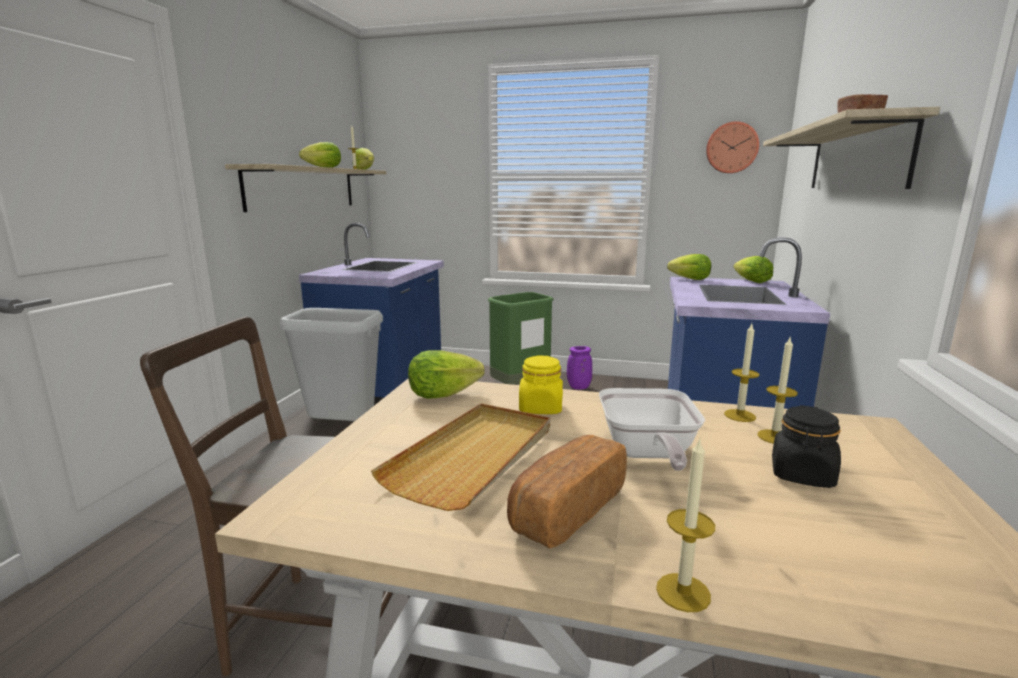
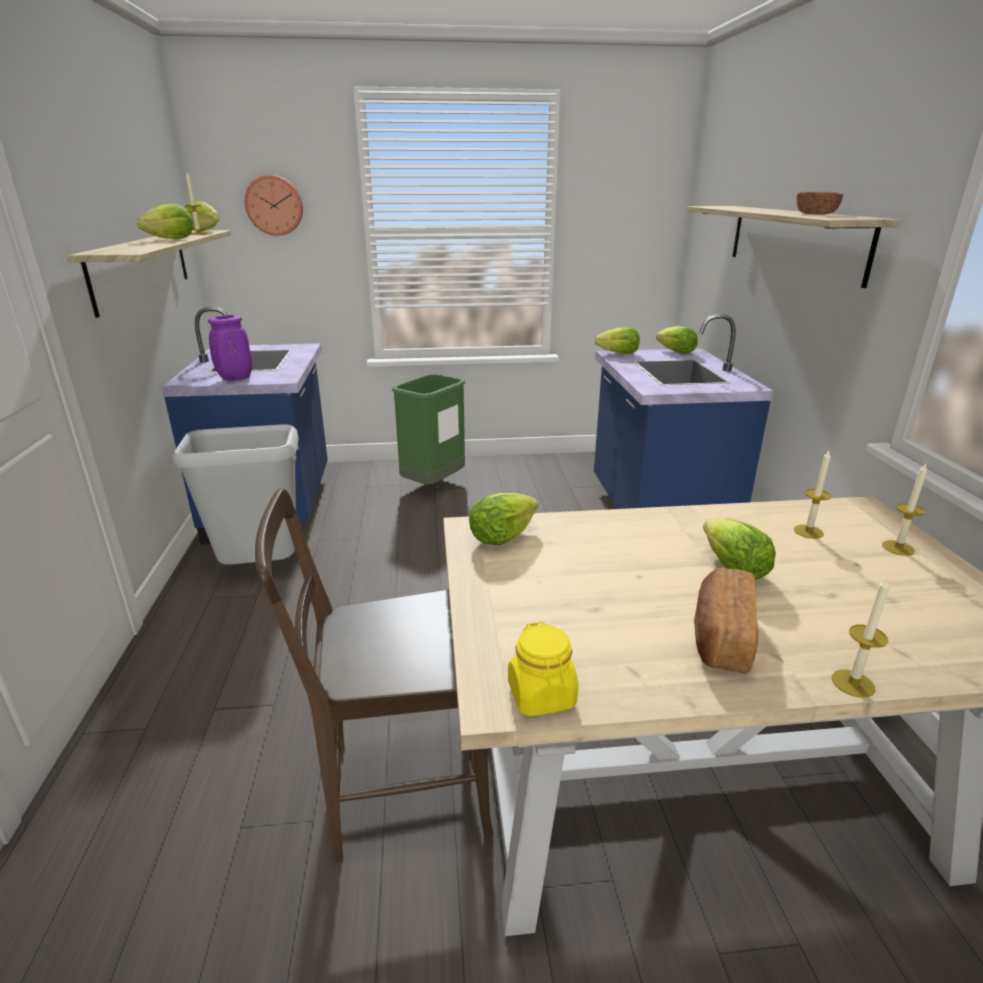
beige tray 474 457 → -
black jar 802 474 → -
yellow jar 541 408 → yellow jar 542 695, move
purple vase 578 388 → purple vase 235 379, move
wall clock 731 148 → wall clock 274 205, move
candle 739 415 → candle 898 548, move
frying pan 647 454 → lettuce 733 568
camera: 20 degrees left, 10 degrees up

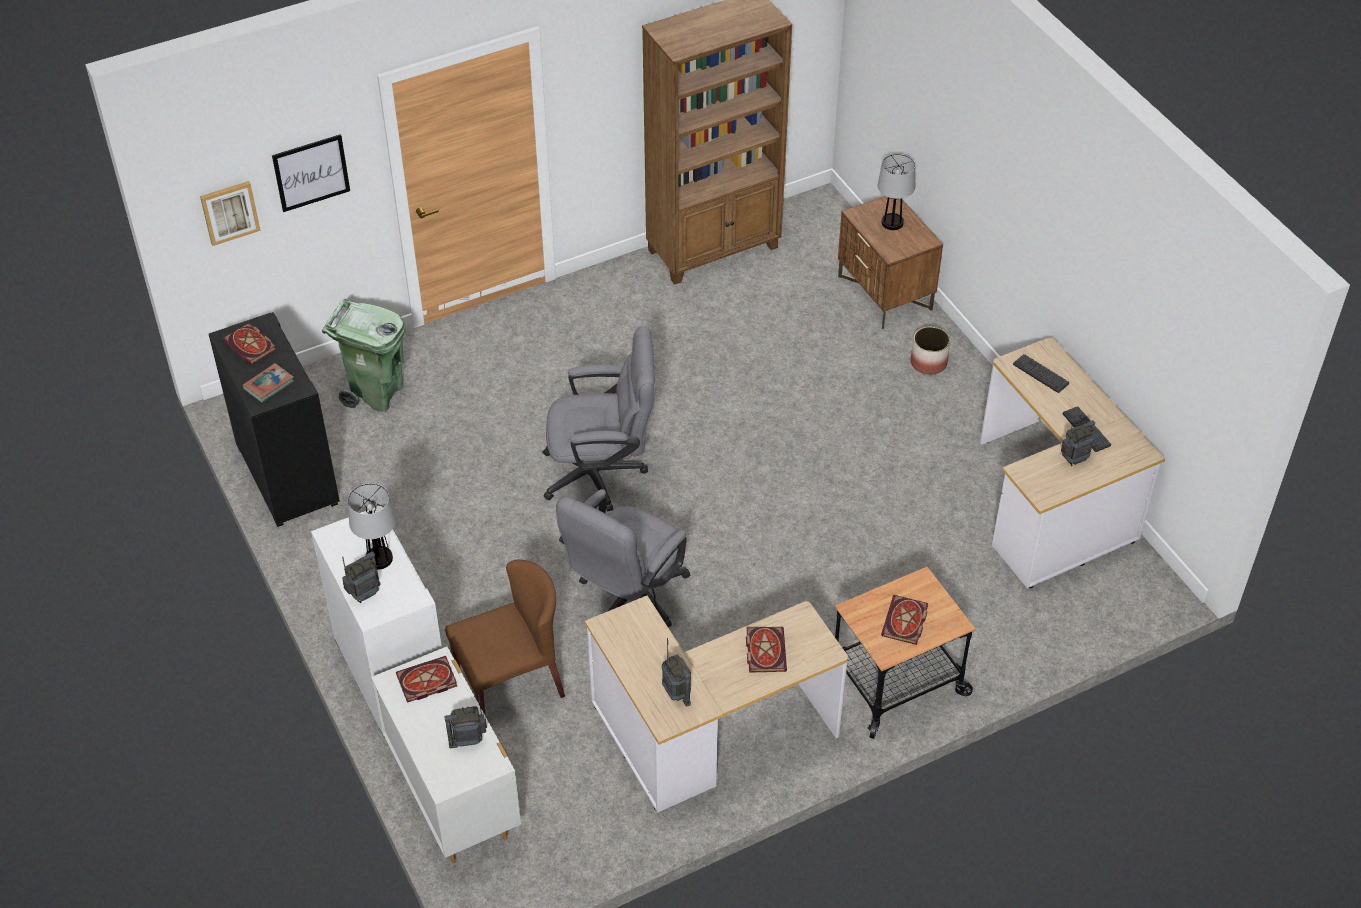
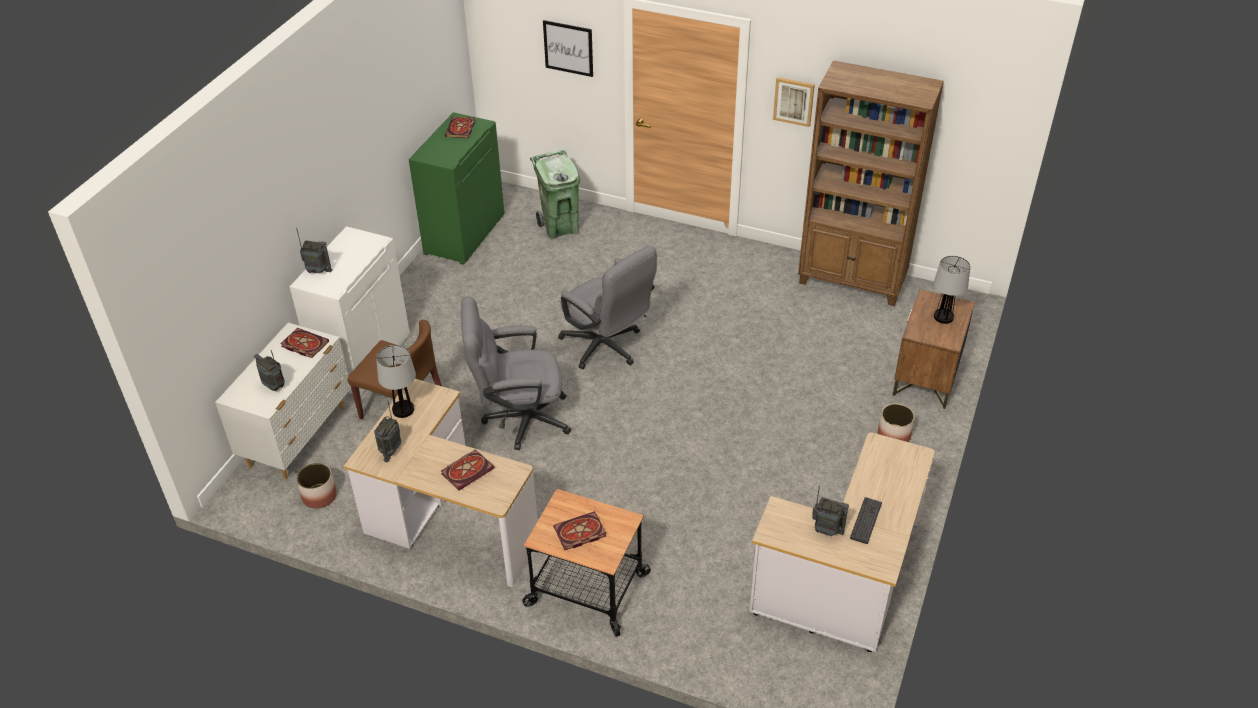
book 268 385 → -
keyboard 1040 374 → -
- → planter 319 496
picture 229 212 → picture 793 101, move
table lamp 379 558 → table lamp 403 410, move
black cabinet 285 473 → green cabinet 464 234
camera: 50 degrees right, 5 degrees down

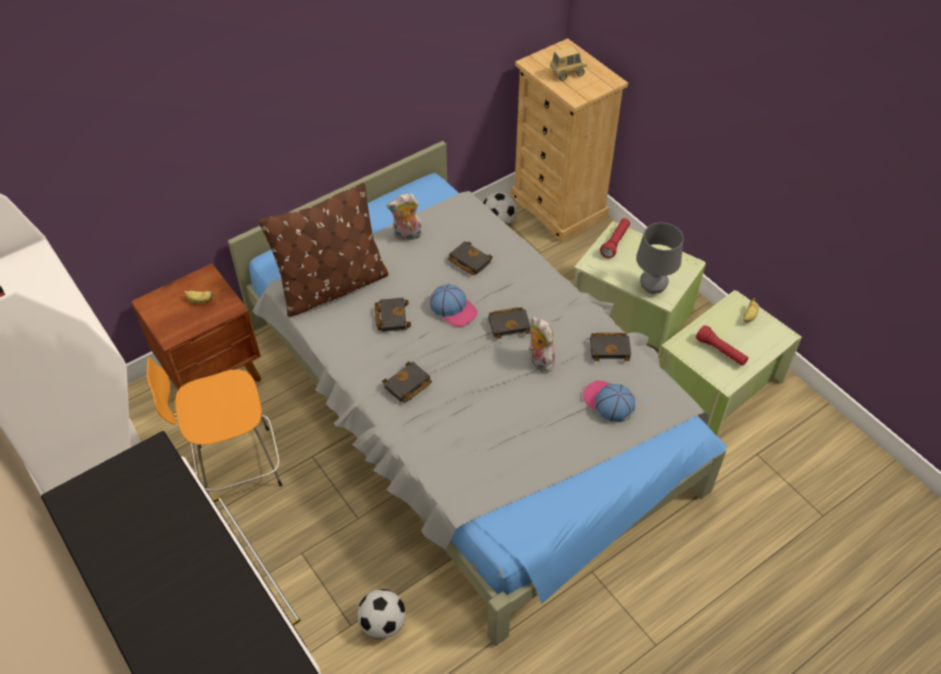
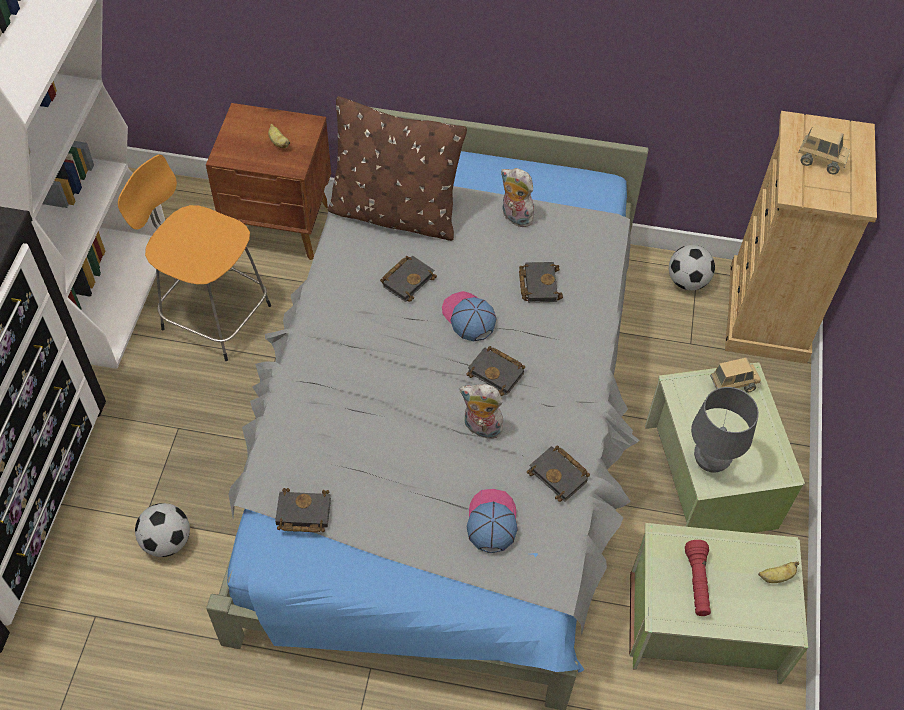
black book 407 386 → black book 302 514, move
red flashlight 615 242 → toy truck 732 386
cap 453 309 → cap 468 317, 150 degrees clockwise
plush toy 539 361 → plush toy 481 429, 90 degrees counterclockwise
camera: 45 degrees right, 5 degrees up

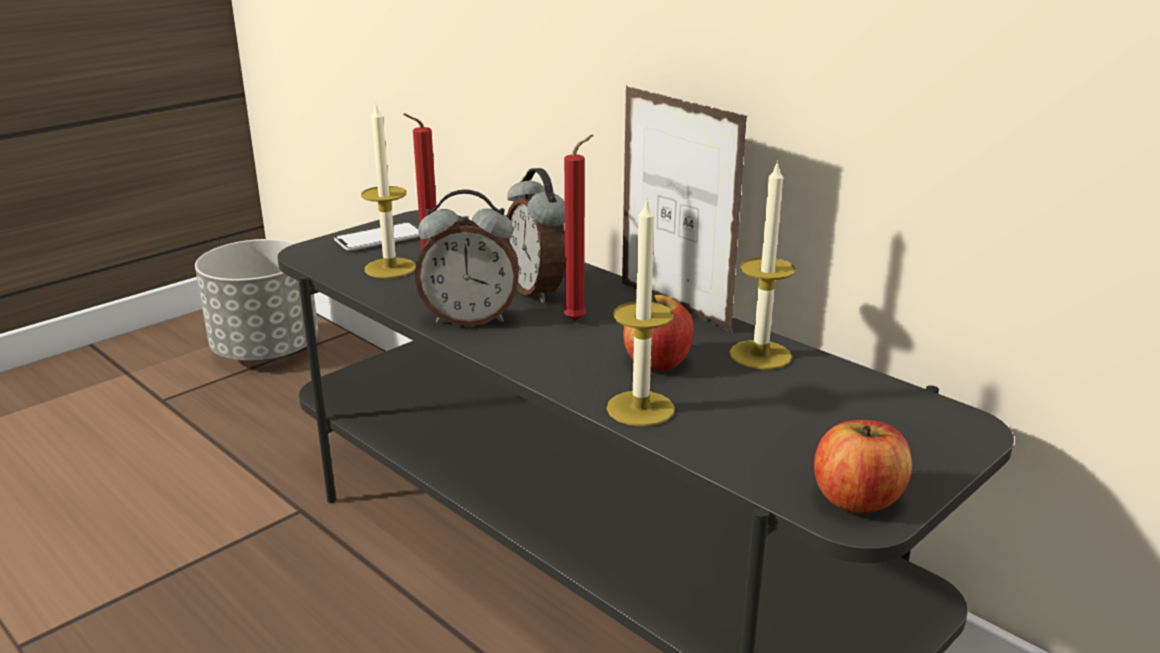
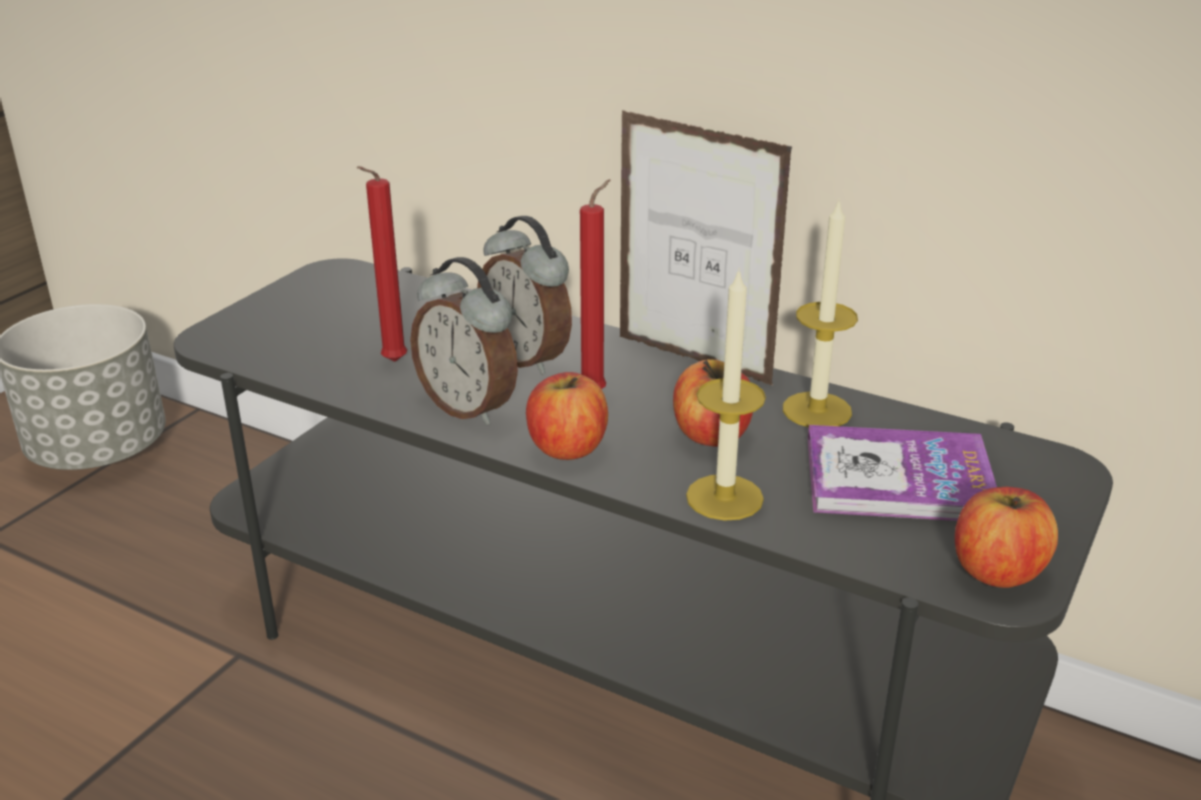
phone 379 239 → -
candle 390 268 → -
- → apple 567 447
- → book 898 479
alarm clock 470 319 → alarm clock 469 407, 60 degrees clockwise
camera: 15 degrees left, 5 degrees up

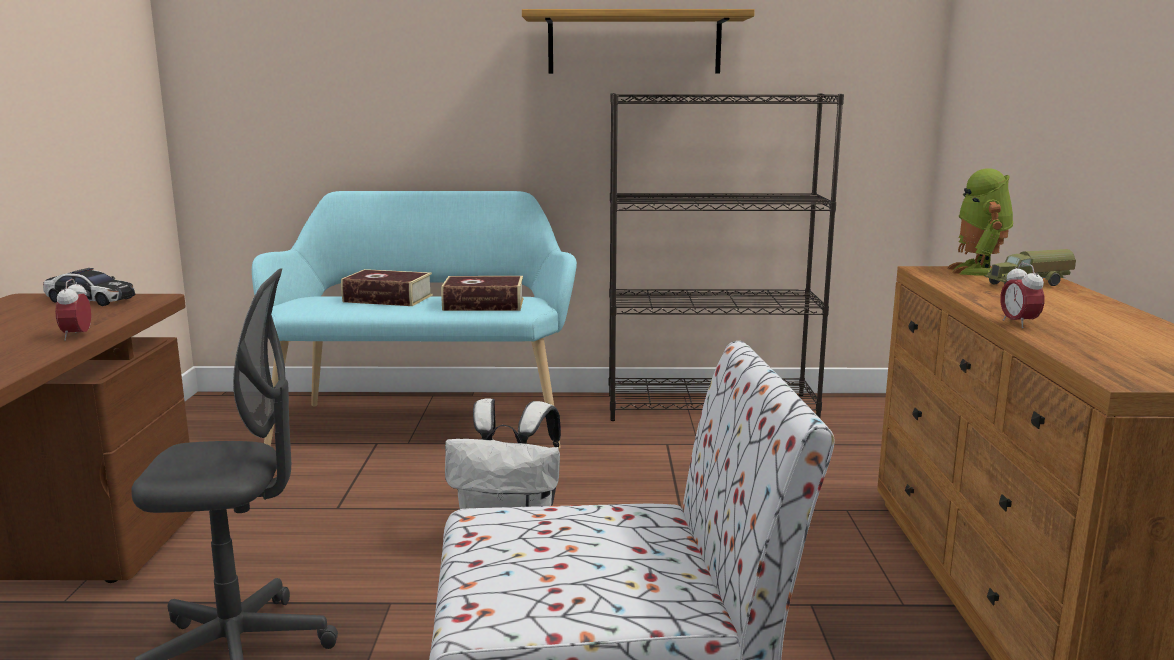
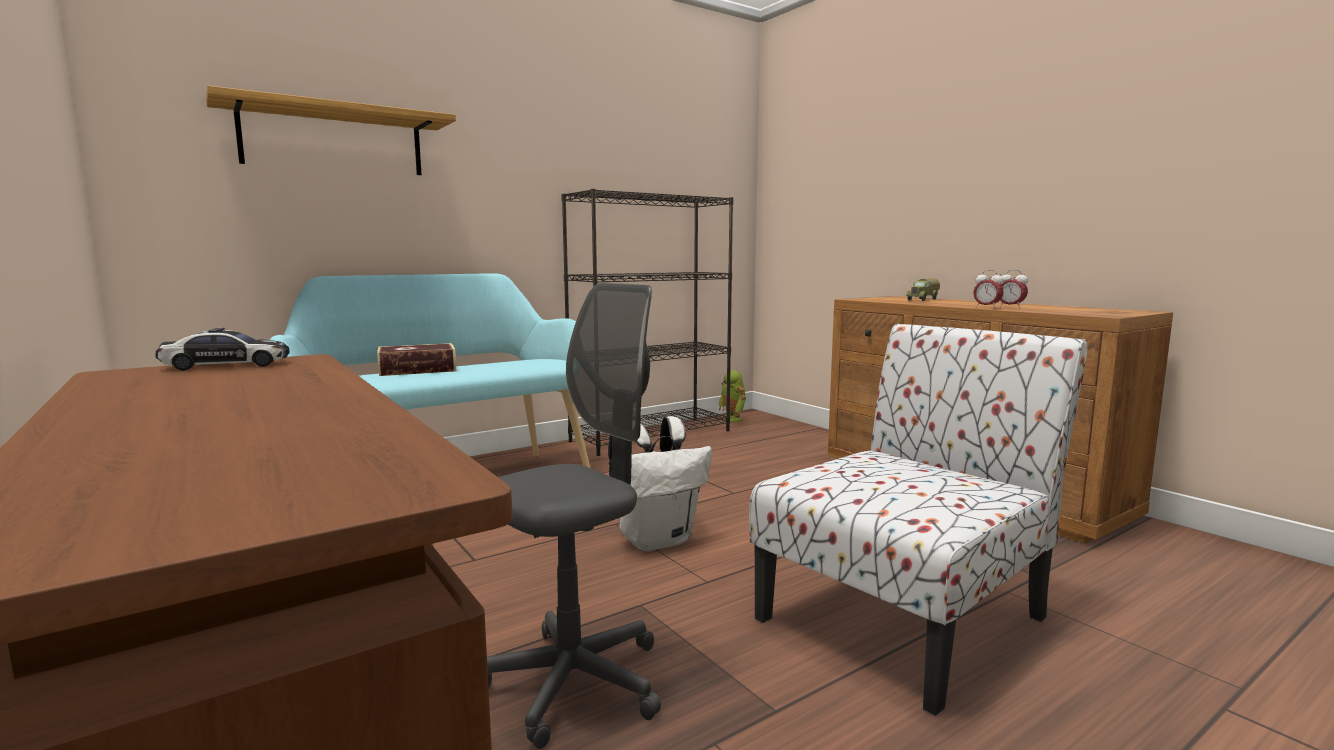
book 483 304 → -
alarm clock 77 336 → alarm clock 1011 307, move
shelf 634 44 → shelf 334 141, move
toy robot 978 271 → toy robot 732 419, move
camera: 35 degrees left, 5 degrees down

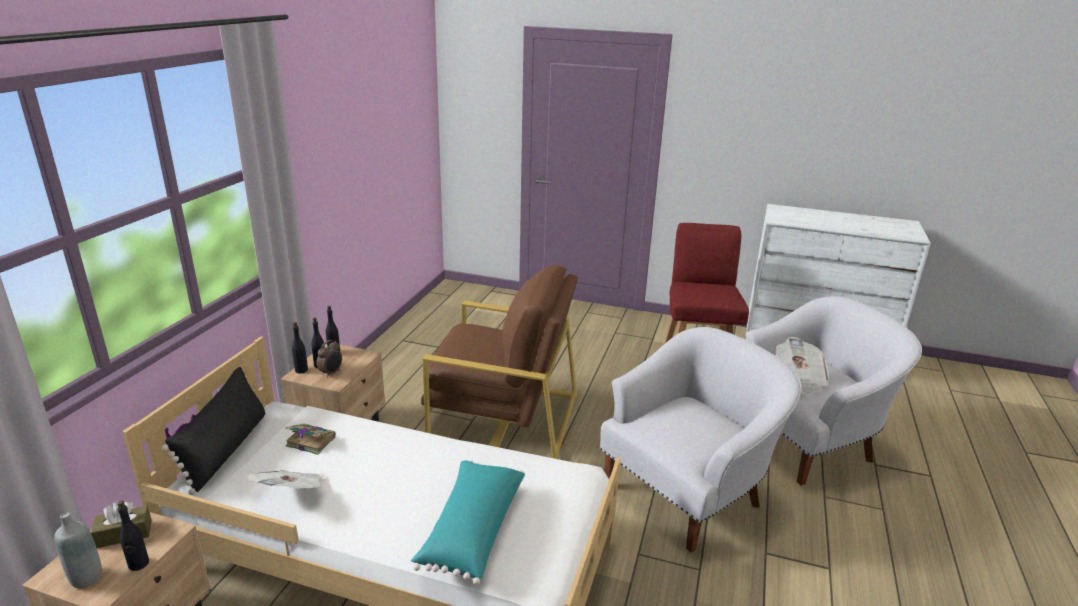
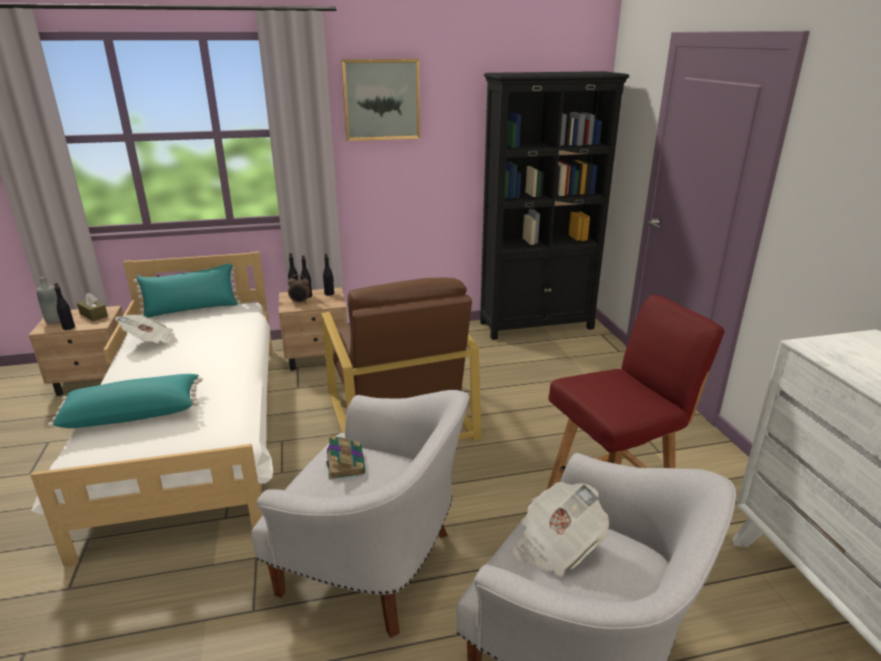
- → picture 381 100
- → black bookcase 537 325
book 310 441 → book 345 463, move
black pillow 226 449 → turquoise pillow 192 309
camera: 60 degrees right, 0 degrees up

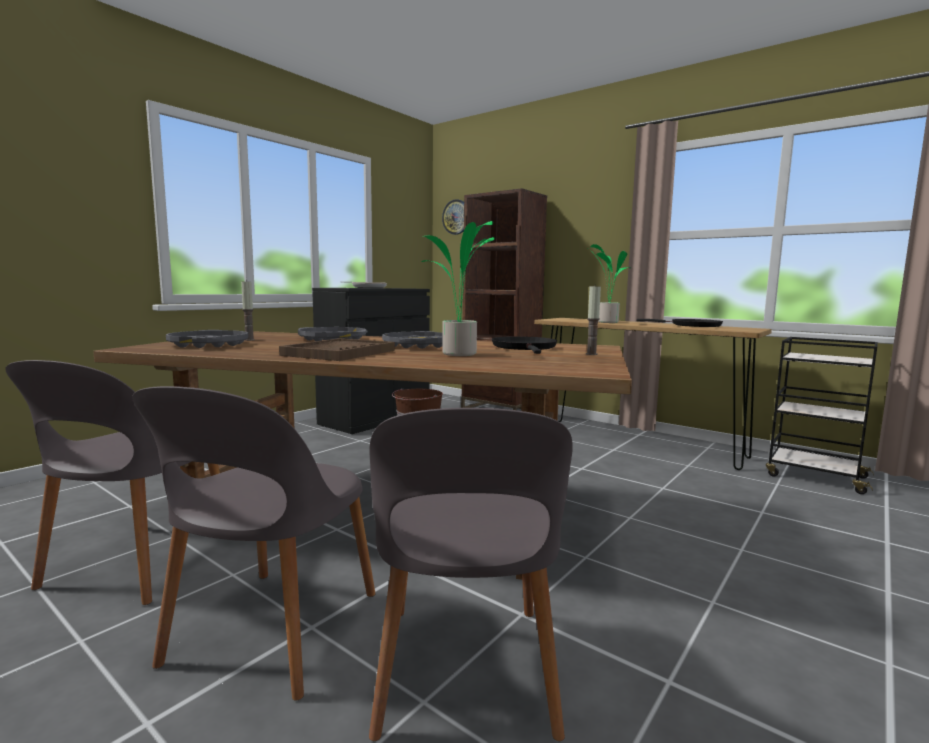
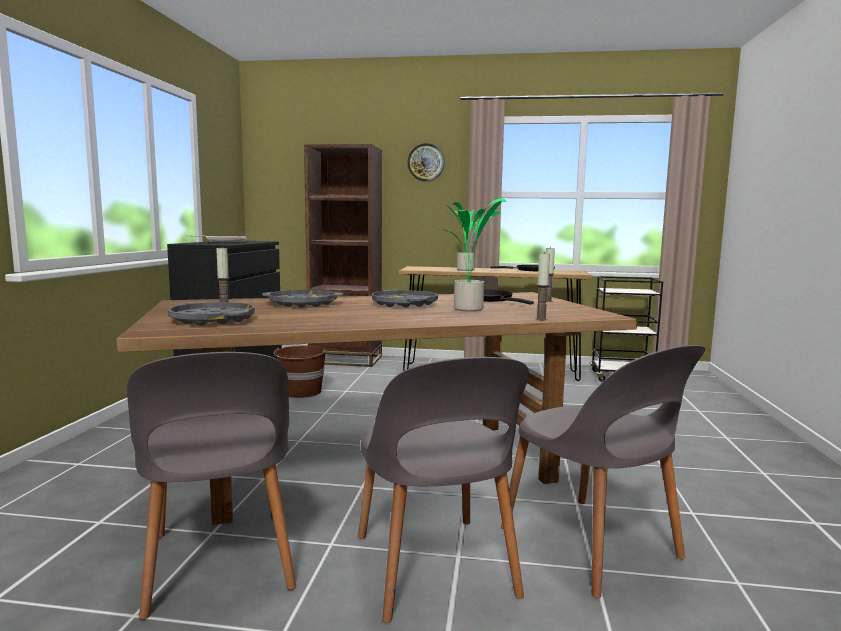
brown tray 339 353 → -
- → candle 541 319
wall clock 456 217 → wall clock 426 162, move
camera: 30 degrees left, 0 degrees up

